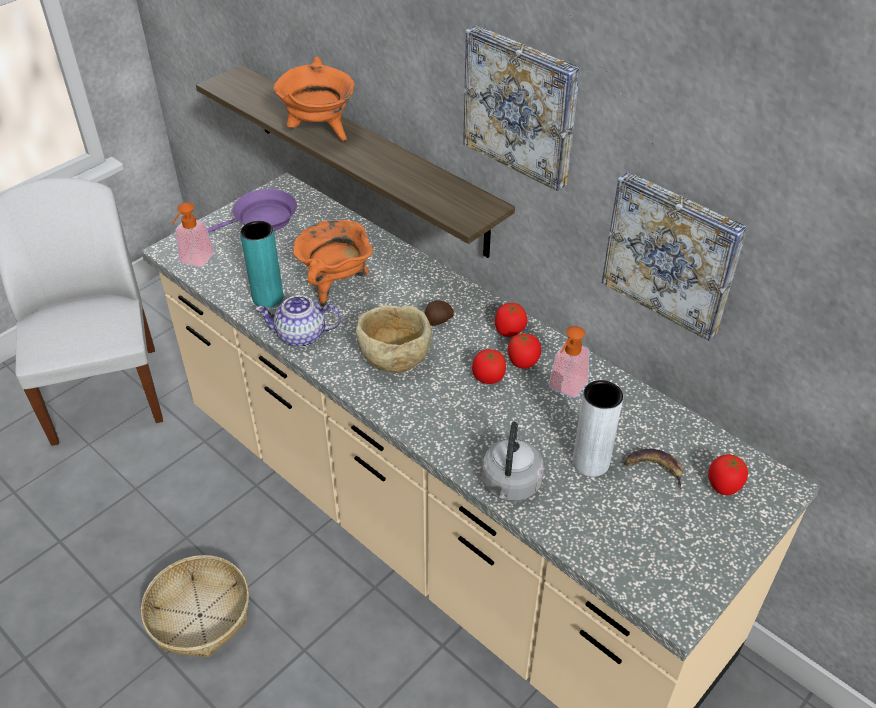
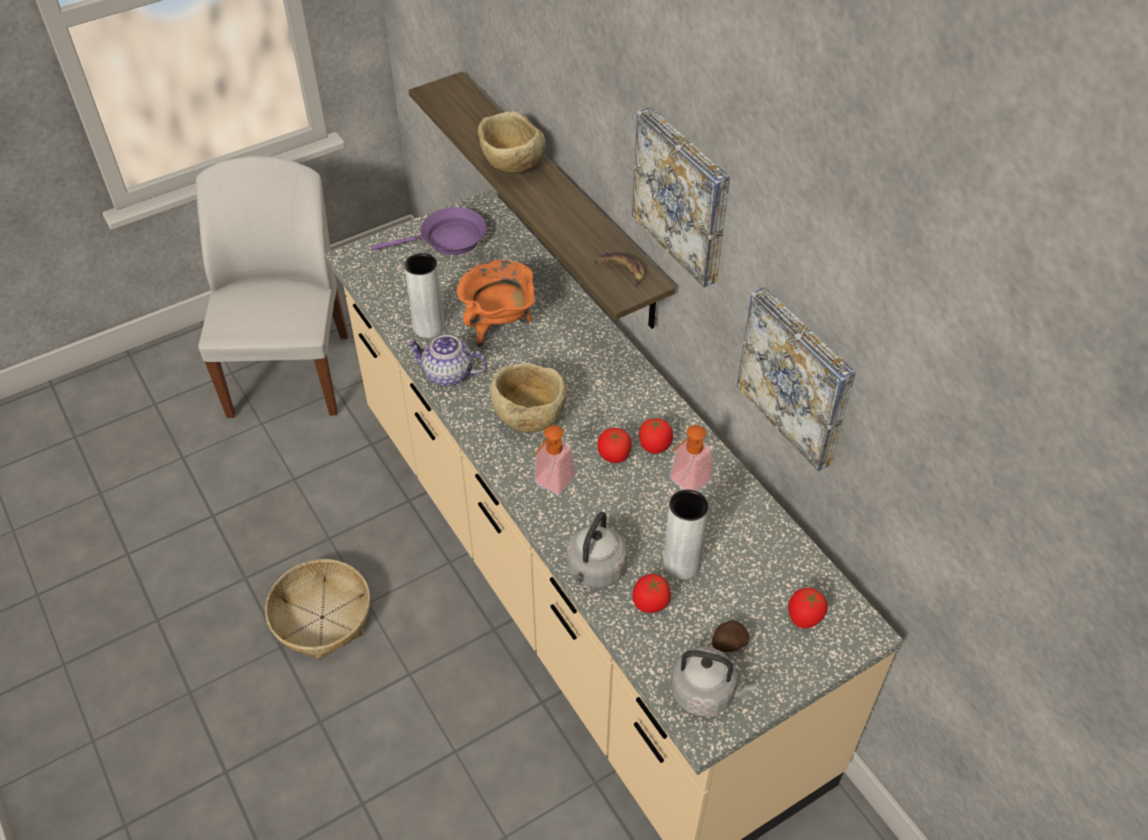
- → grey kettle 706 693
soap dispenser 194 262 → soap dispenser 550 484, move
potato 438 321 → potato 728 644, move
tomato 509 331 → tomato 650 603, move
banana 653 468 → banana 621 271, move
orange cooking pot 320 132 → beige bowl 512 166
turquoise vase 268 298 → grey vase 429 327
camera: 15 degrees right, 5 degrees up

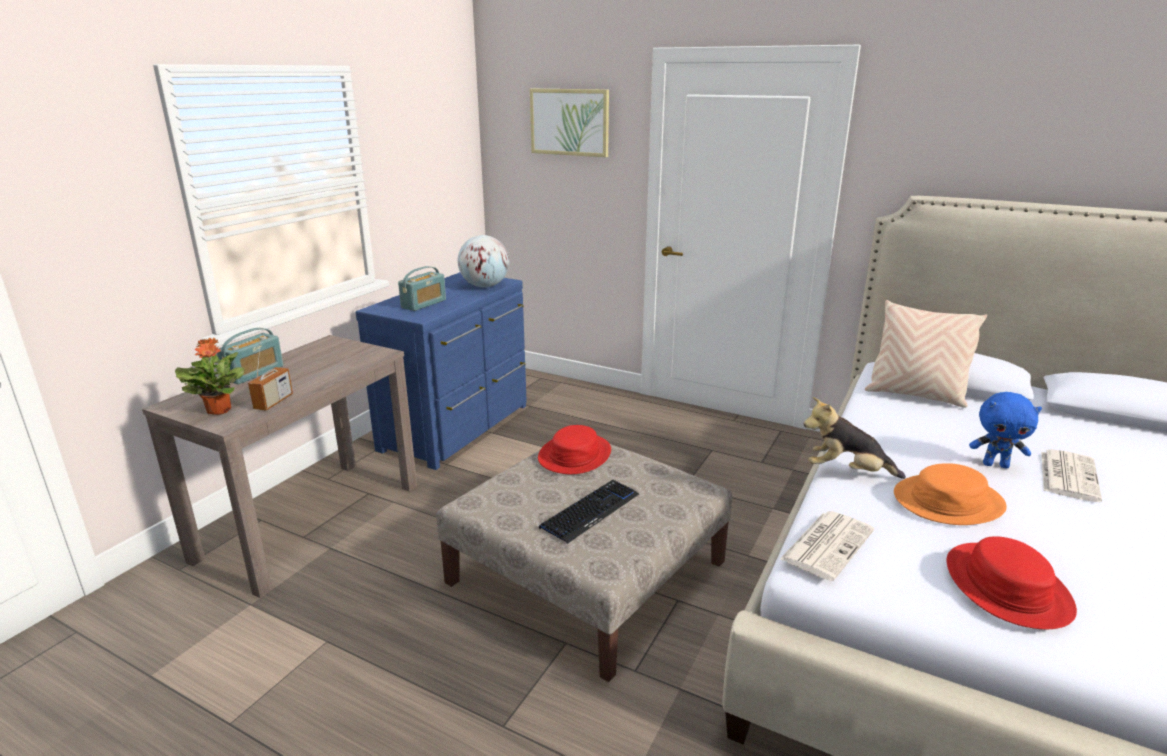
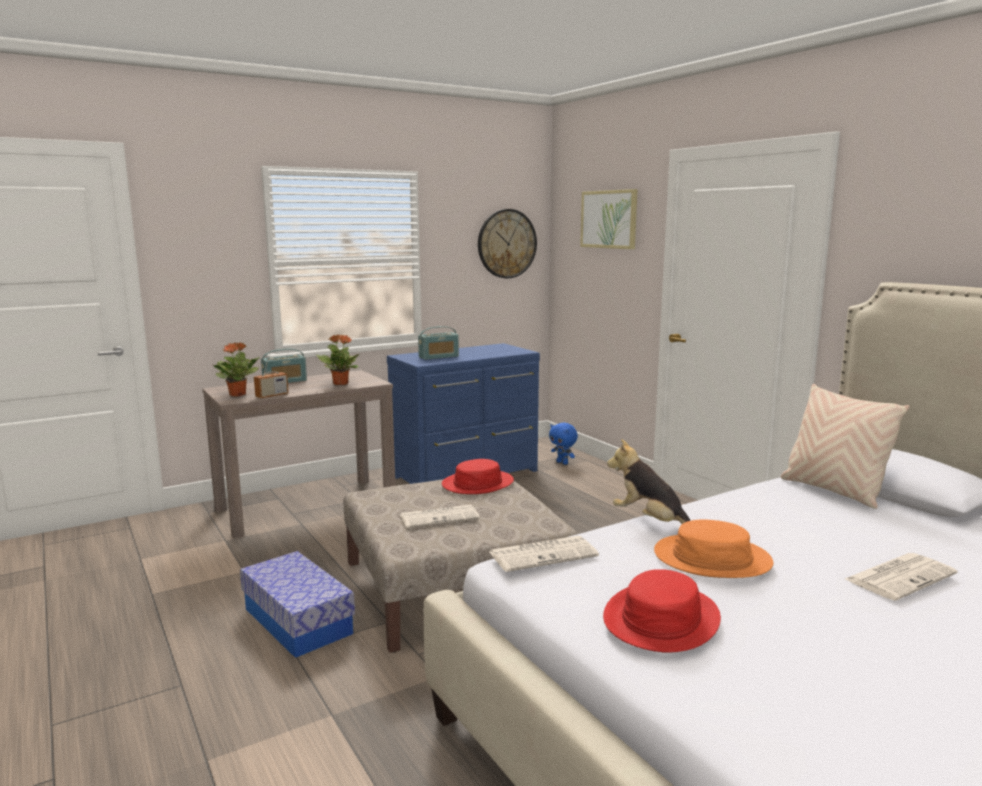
globe 484 286 → -
- → storage box 298 621
- → potted plant 340 383
- → wall clock 506 243
blue plush toy 995 465 → blue plush toy 563 463, move
keyboard 590 511 → newspaper 440 517
camera: 30 degrees right, 10 degrees down

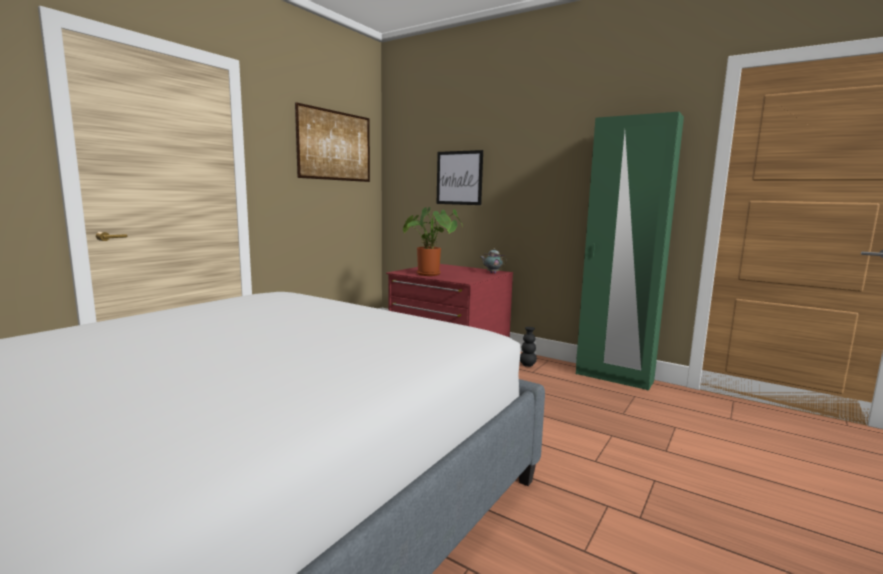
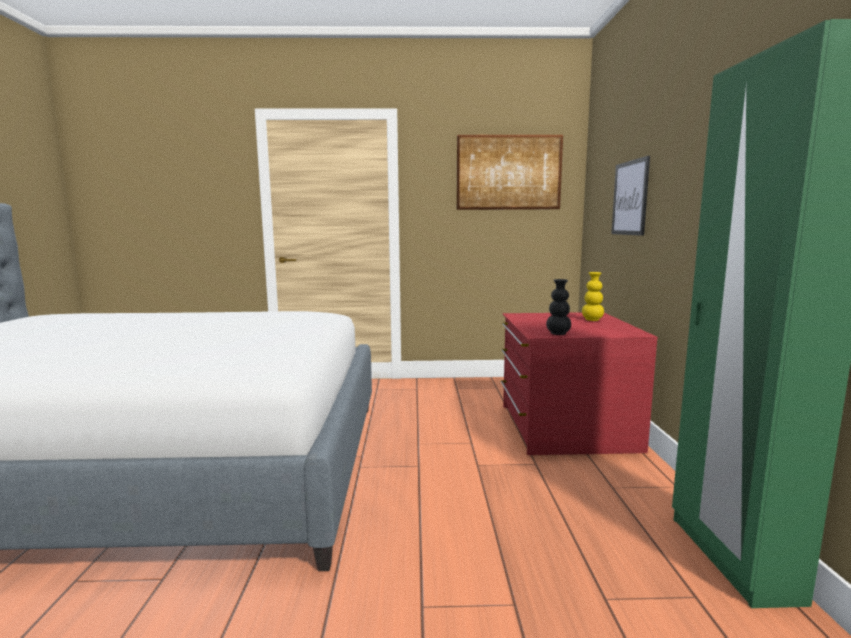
potted plant 431 274 → -
teapot 492 273 → -
- → yellow vase 592 320
black vase 527 365 → black vase 558 334, move
camera: 55 degrees right, 0 degrees up

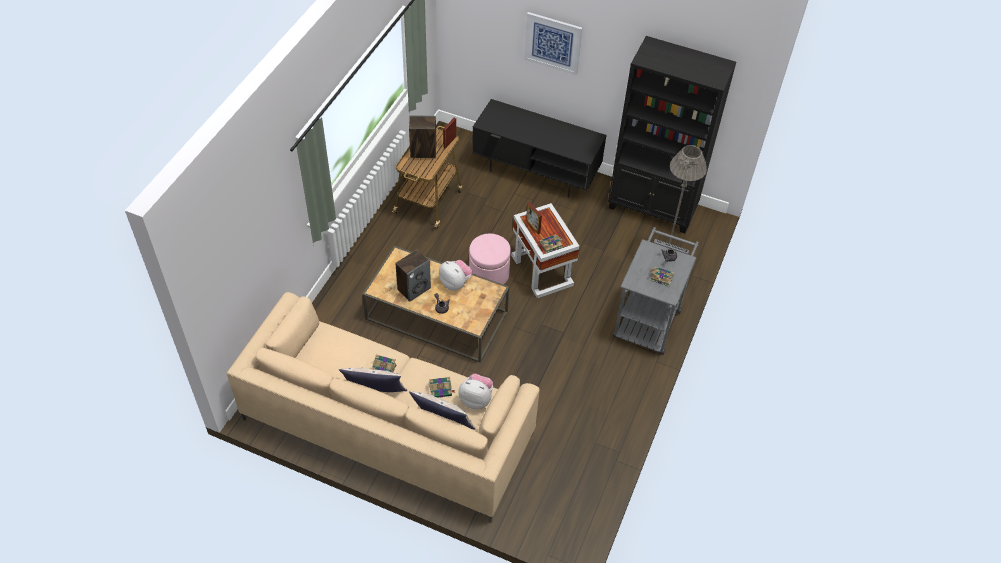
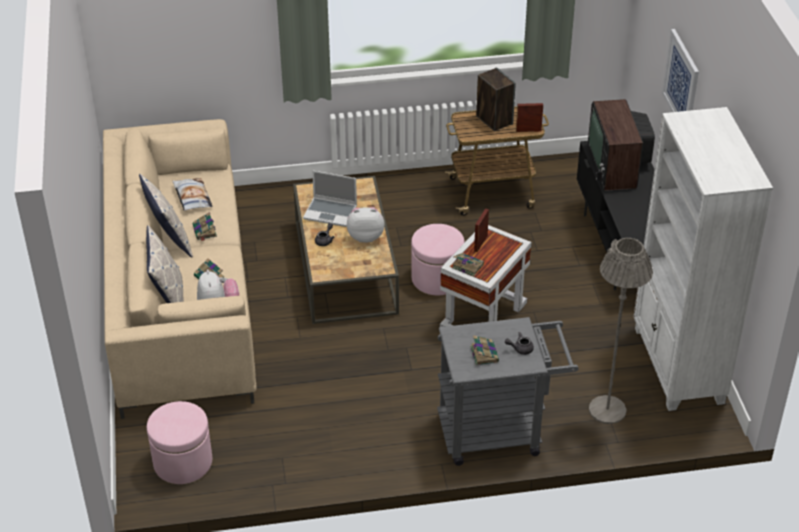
- → pink ottoman 183 462
- → pillow 192 197
- → television 616 164
speaker 414 288 → laptop 331 212
black bookcase 653 208 → white bookcase 677 366
plush toy 455 283 → plush toy 365 236, 105 degrees counterclockwise
camera: 60 degrees right, 10 degrees down

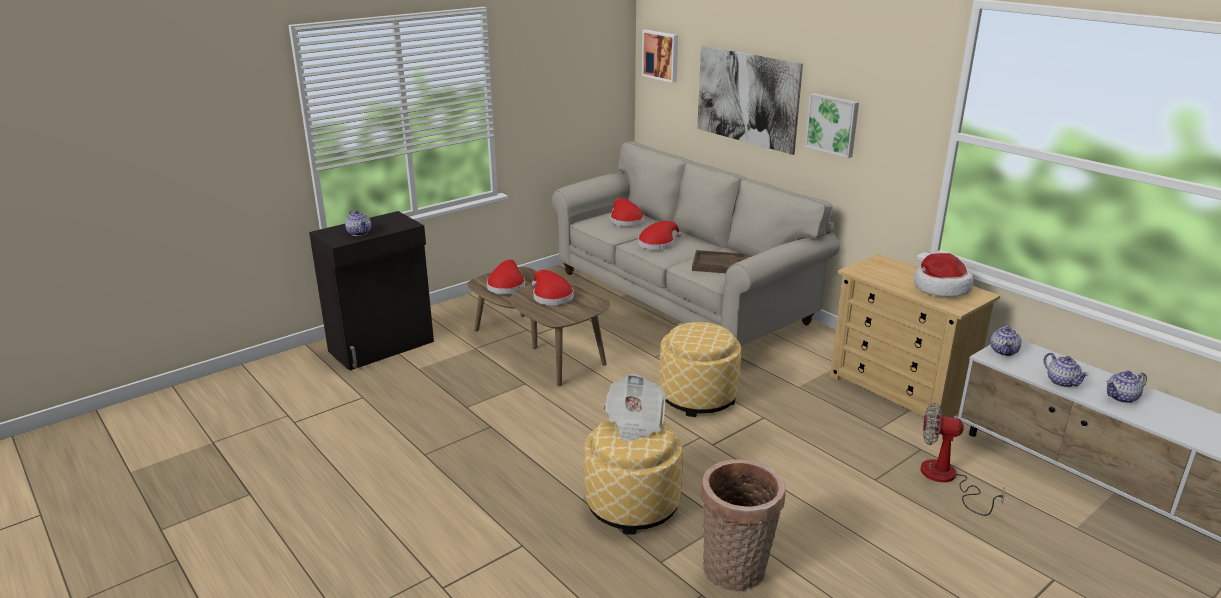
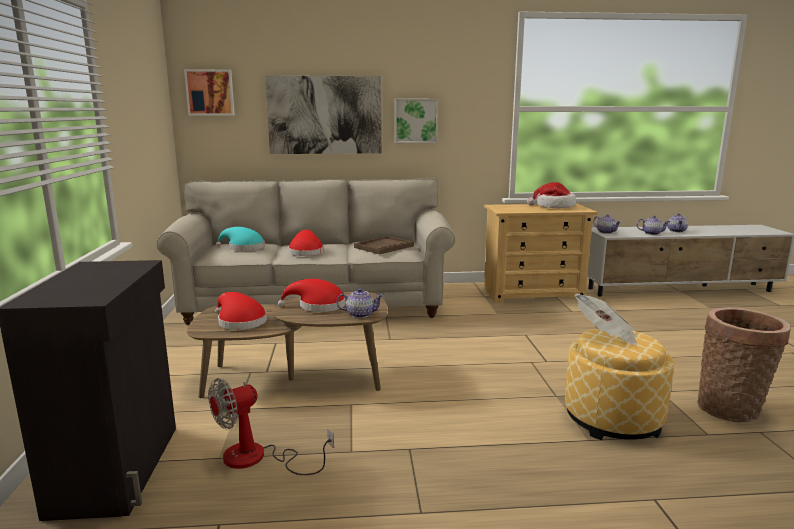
ottoman 698 397 → -
teapot 359 233 → teapot 360 314, move
fan 947 479 → fan 258 458, move
red hat 625 221 → turquoise hat 244 248
camera: 55 degrees left, 10 degrees down

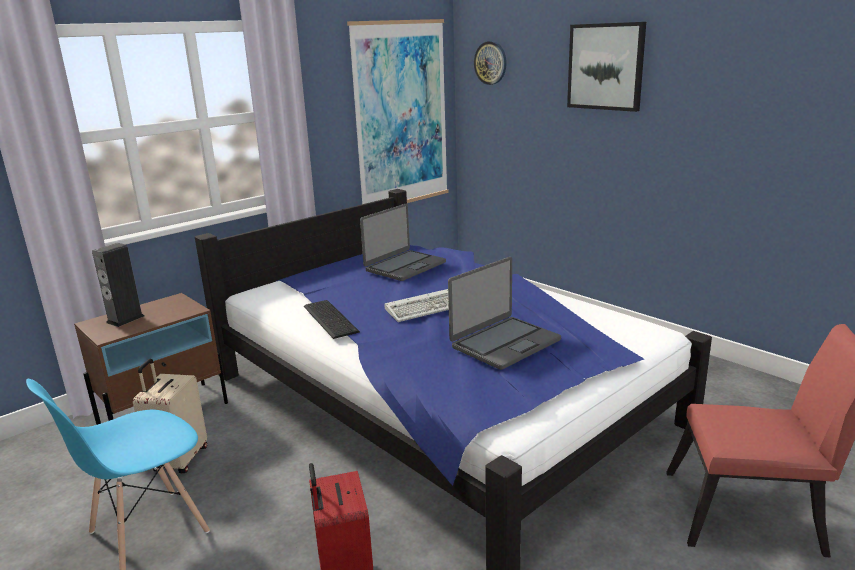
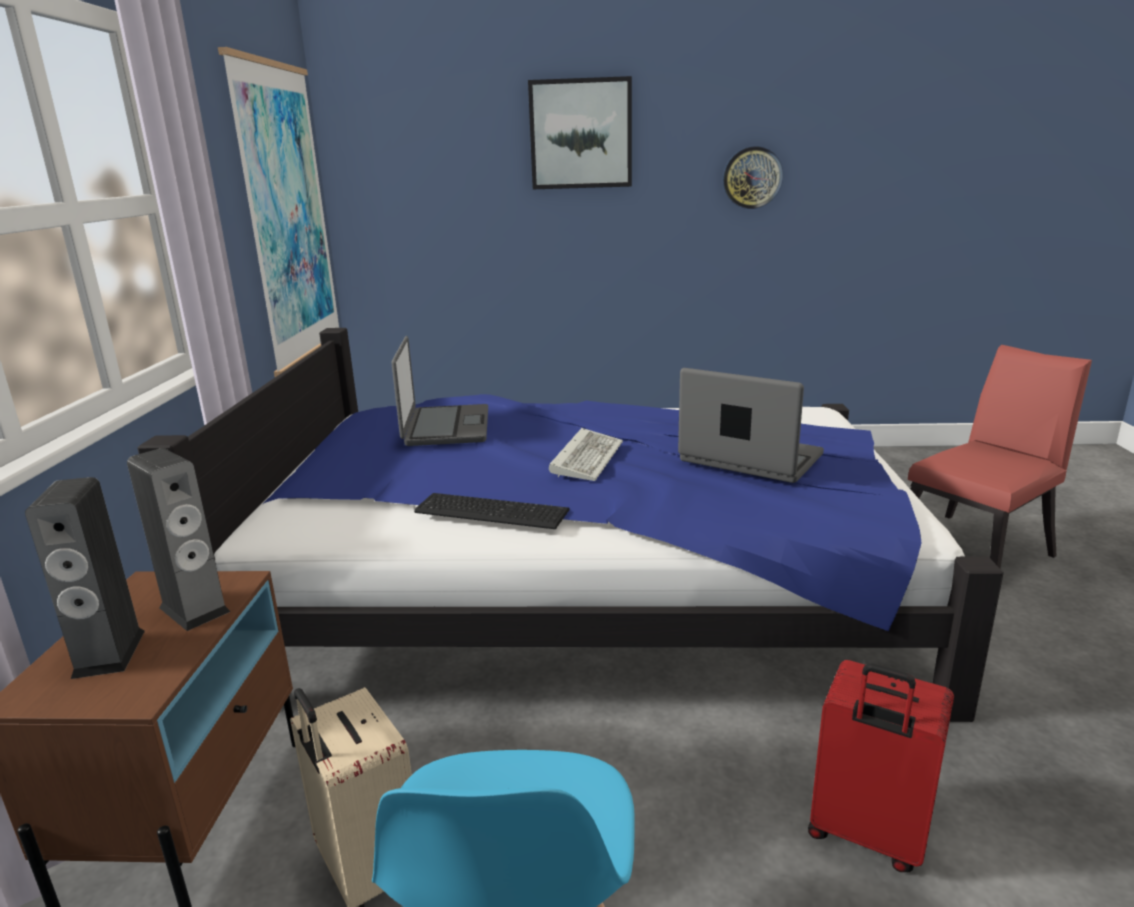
- → speaker 194 609
wall clock 490 63 → wall clock 752 177, move
laptop 504 343 → laptop 750 459, 60 degrees counterclockwise
camera: 45 degrees left, 0 degrees up

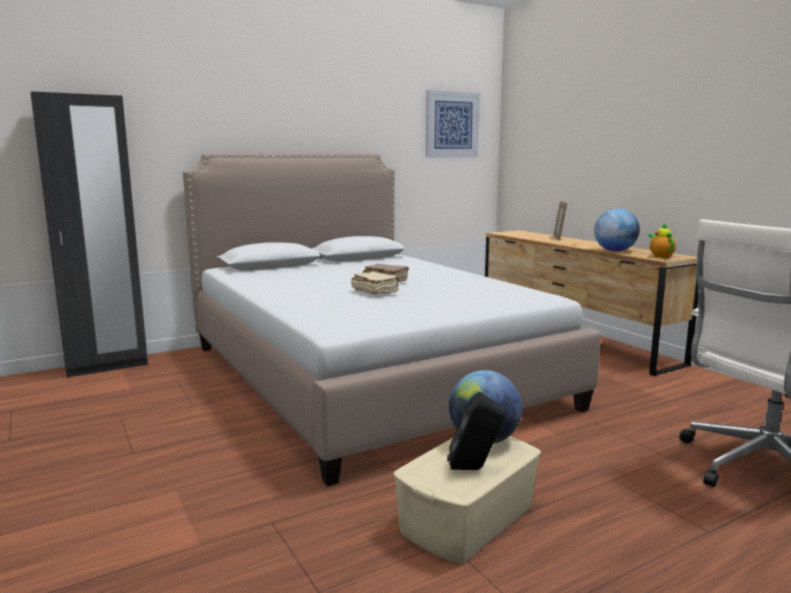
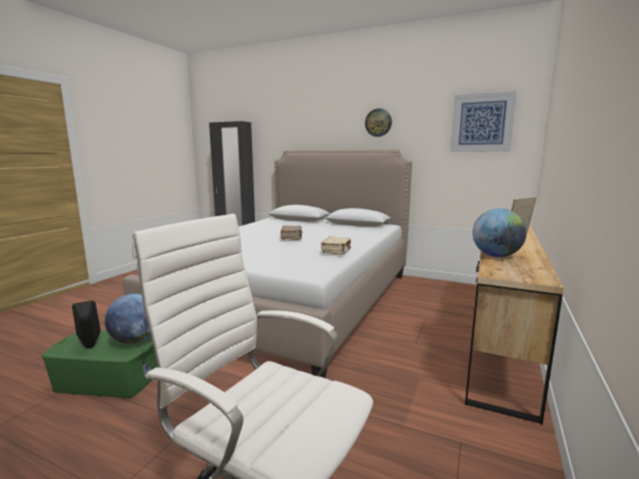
teapot 660 256 → -
- → wall clock 378 122
beige book 375 291 → beige book 336 251, move
beige storage box 467 518 → green storage box 108 380
camera: 55 degrees right, 0 degrees up

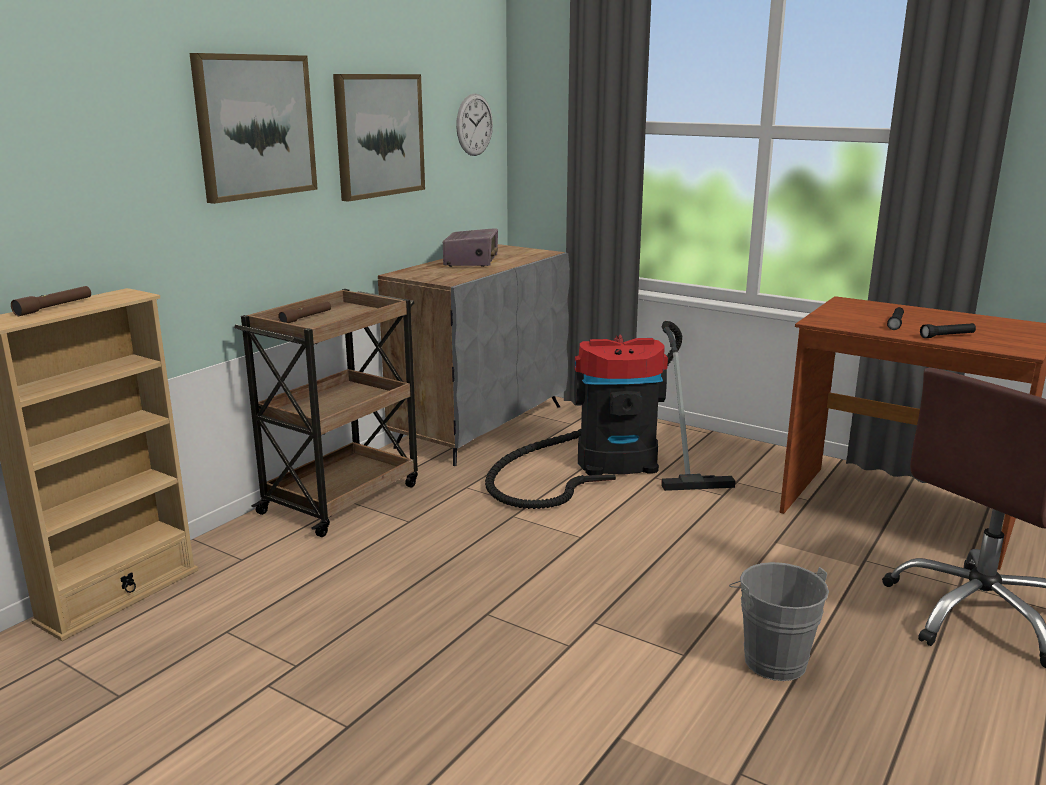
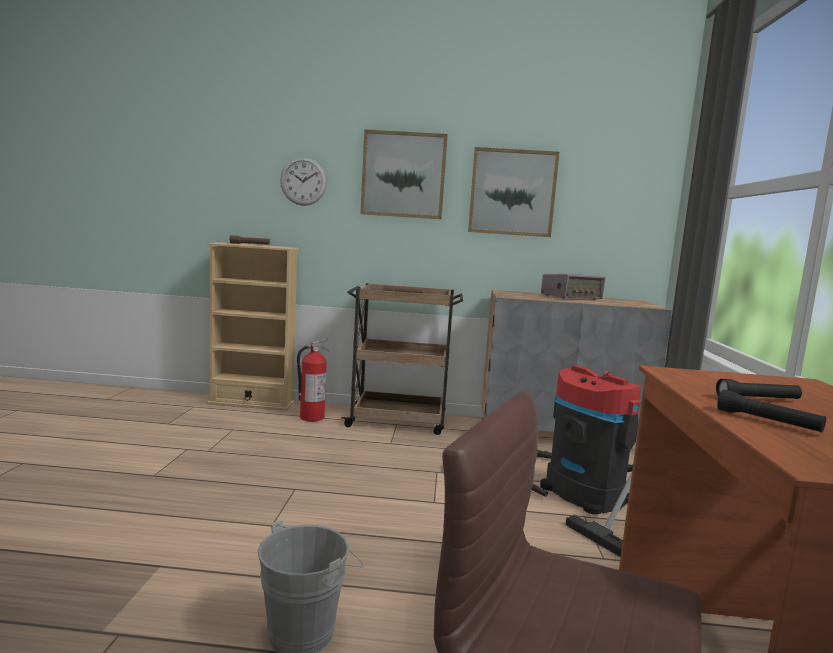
- → fire extinguisher 311 417
wall clock 474 125 → wall clock 303 181, move
camera: 60 degrees right, 10 degrees down

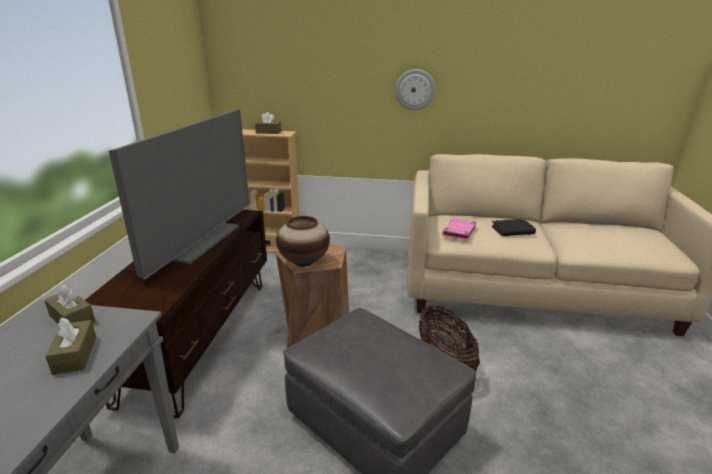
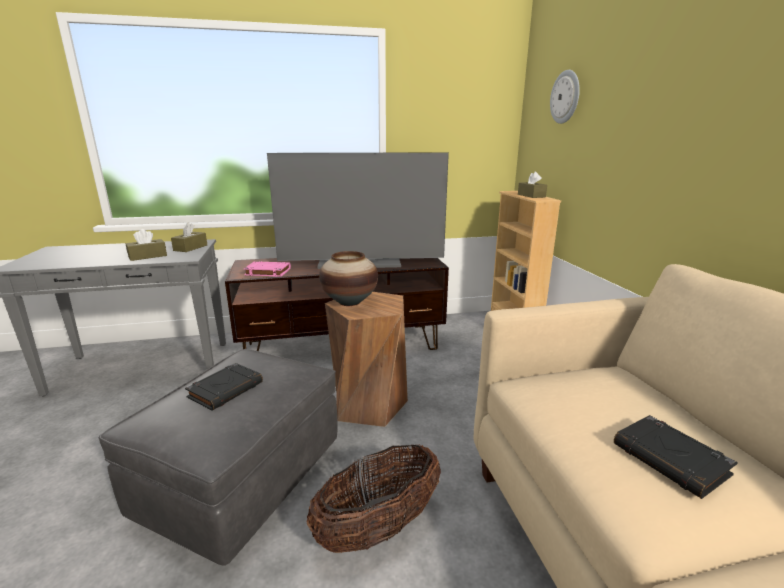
- → black book 226 389
wall clock 415 89 → wall clock 565 97, move
pink book 459 232 → pink book 267 272, move
camera: 70 degrees right, 5 degrees down

